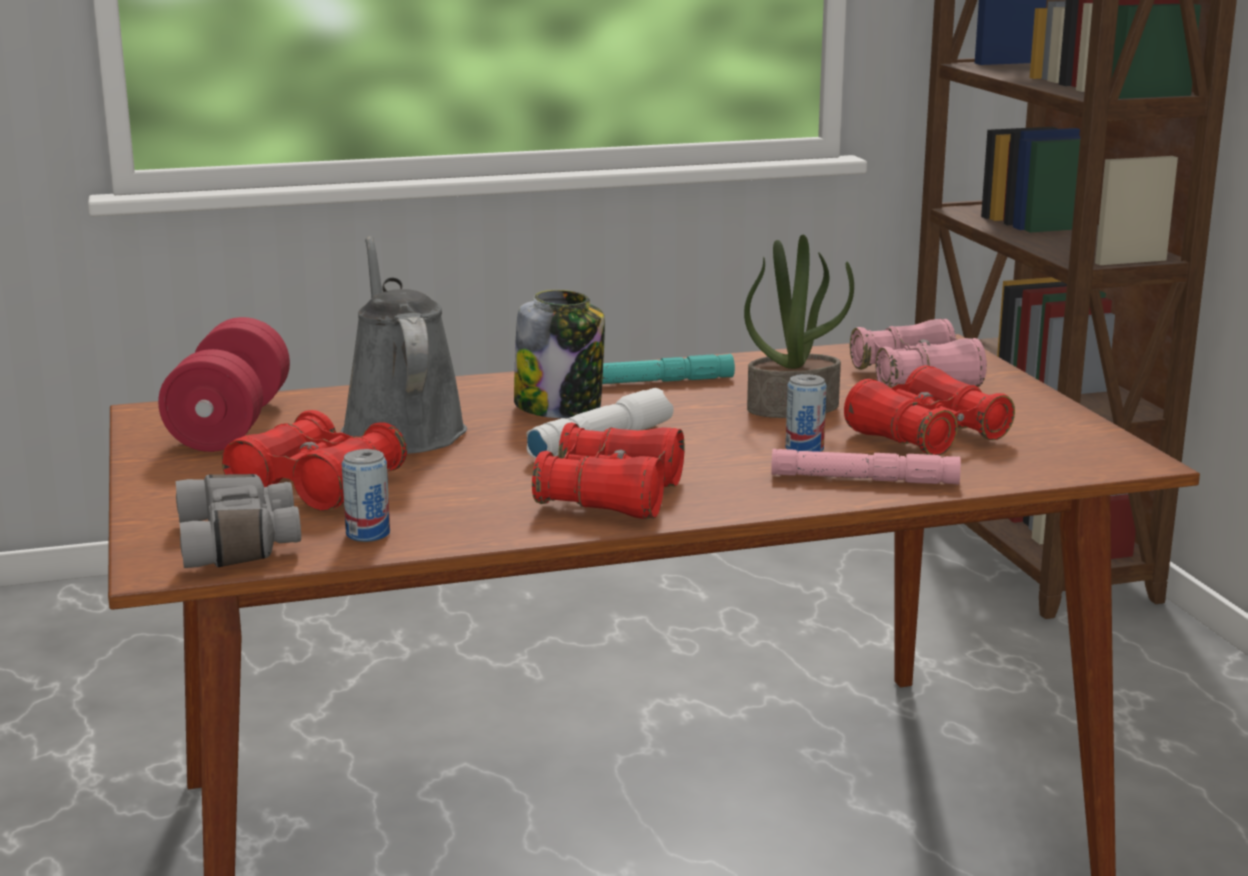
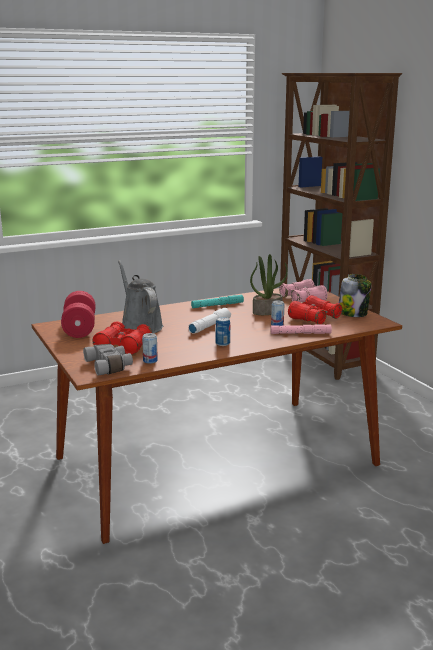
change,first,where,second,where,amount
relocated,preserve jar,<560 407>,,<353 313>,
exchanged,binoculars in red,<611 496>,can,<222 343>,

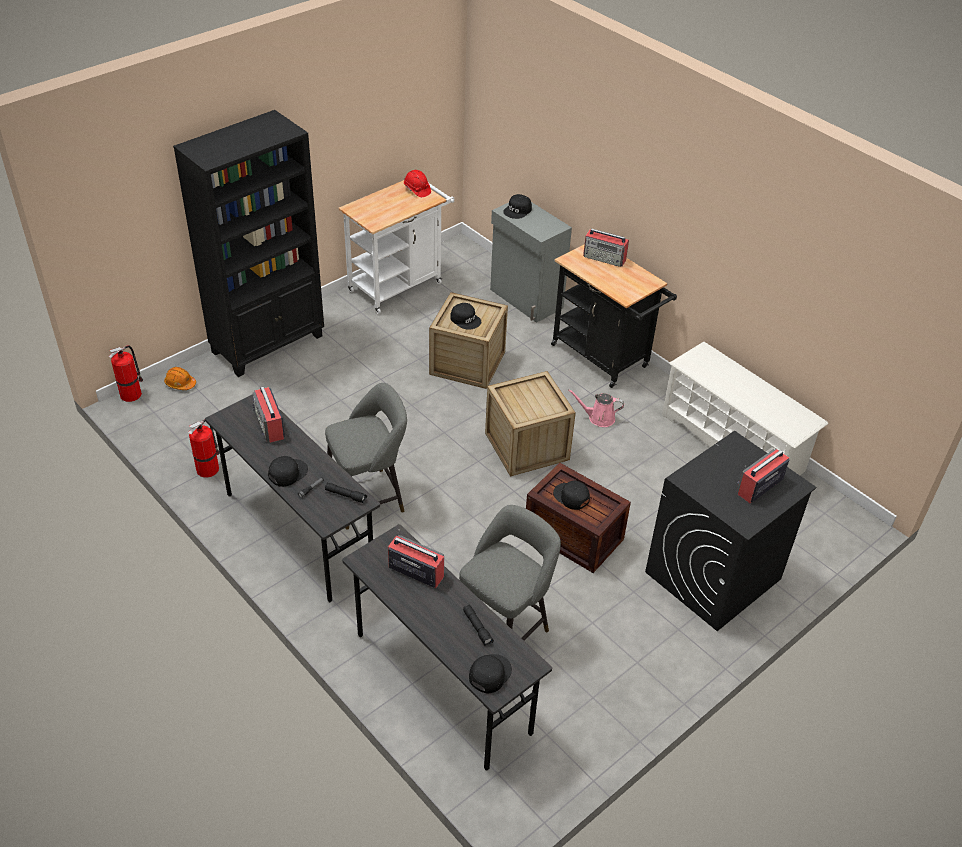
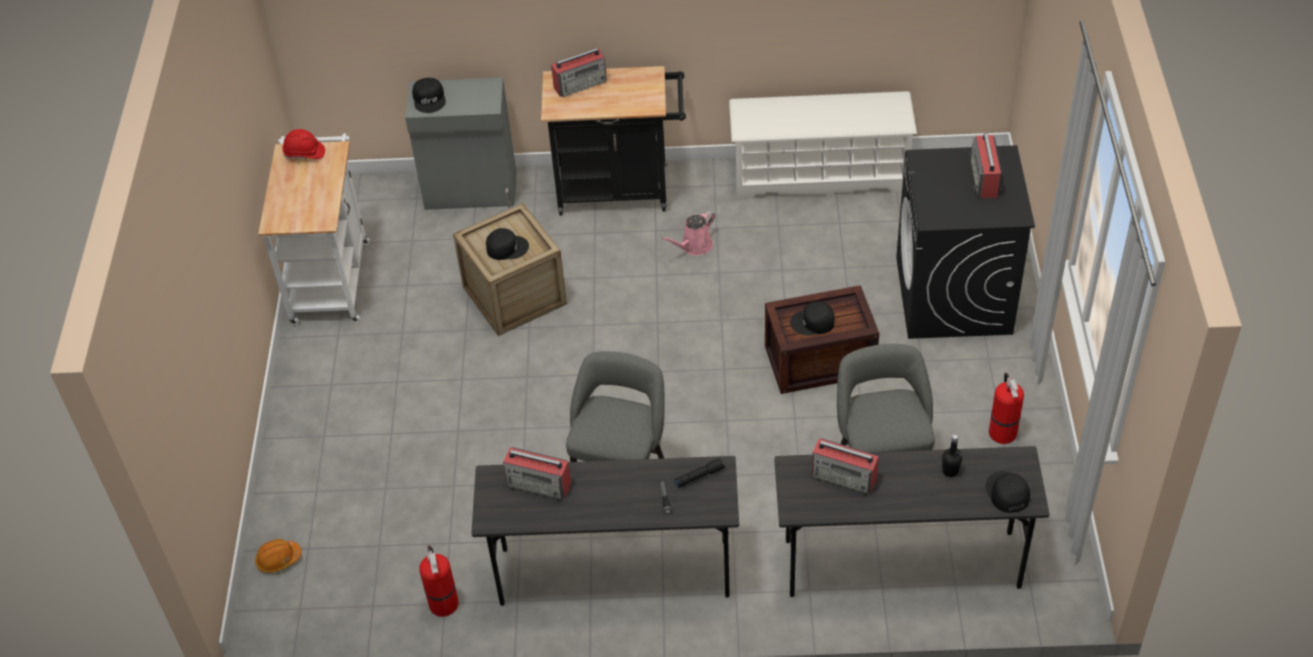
change,first,where,second,where,amount
relocated,extinguisher,<131 394>,,<1002 431>,
missing,shelving unit in black,<269 344>,,,
missing,peaked cap in black,<287 473>,,,
spun,radio,<415 571>,,<845 477>,135 degrees counterclockwise
exchanged,hand torch in black,<478 628>,bottle in black,<950 471>,
missing,packing crate,<527 446>,,,

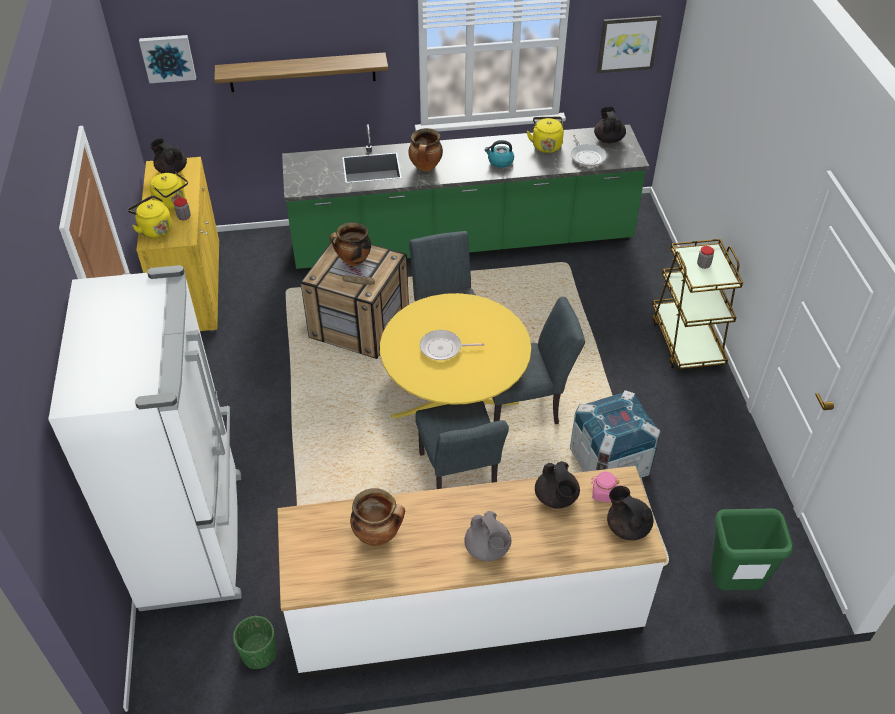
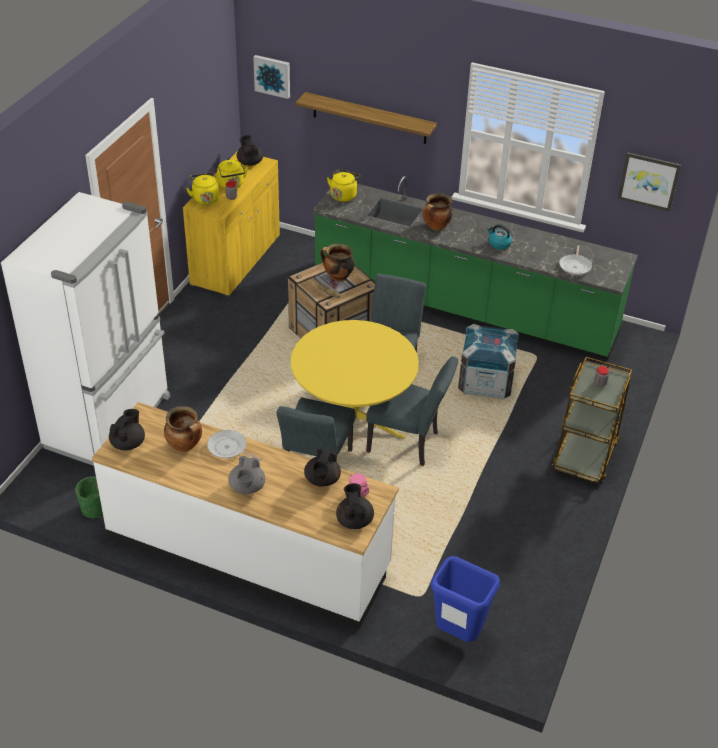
change,first,where,second,where,amount
relocated,pan,<443 348>,,<229 448>,
relocated,kettle in yellowish,<546 145>,,<344 195>,
relocated,packing crate,<609 461>,,<485 382>,
relocated,tea pot in black,<608 139>,,<128 443>,
colour,waste bin in greenish,<732 584>,waste bin in blue-coloured,<457 634>,

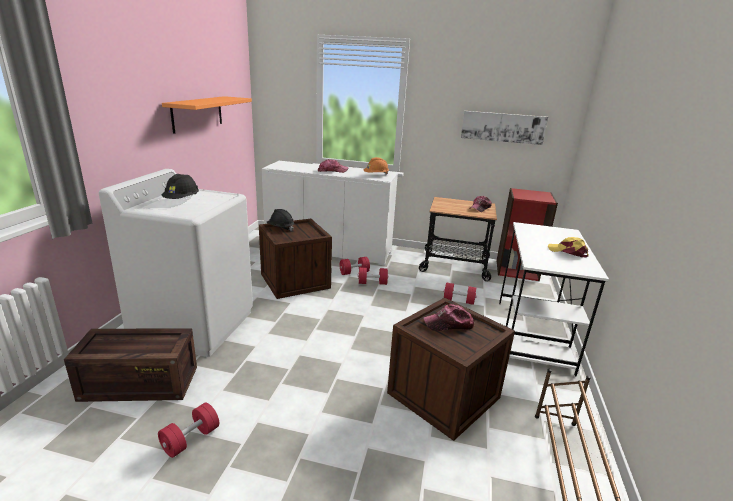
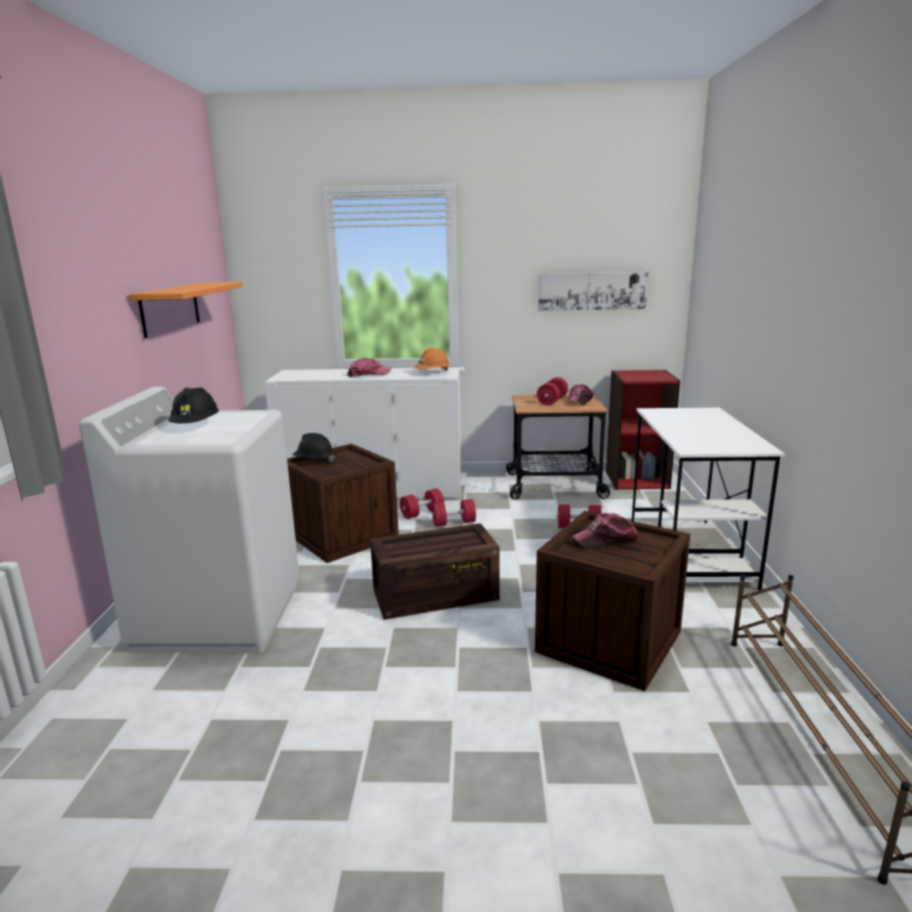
change,first,where,second,where,amount
relocated,packing crate,<137 384>,,<434 596>,
relocated,free weight in red,<191 439>,,<552 401>,
missing,peaked cap in yellowish,<568 252>,,,

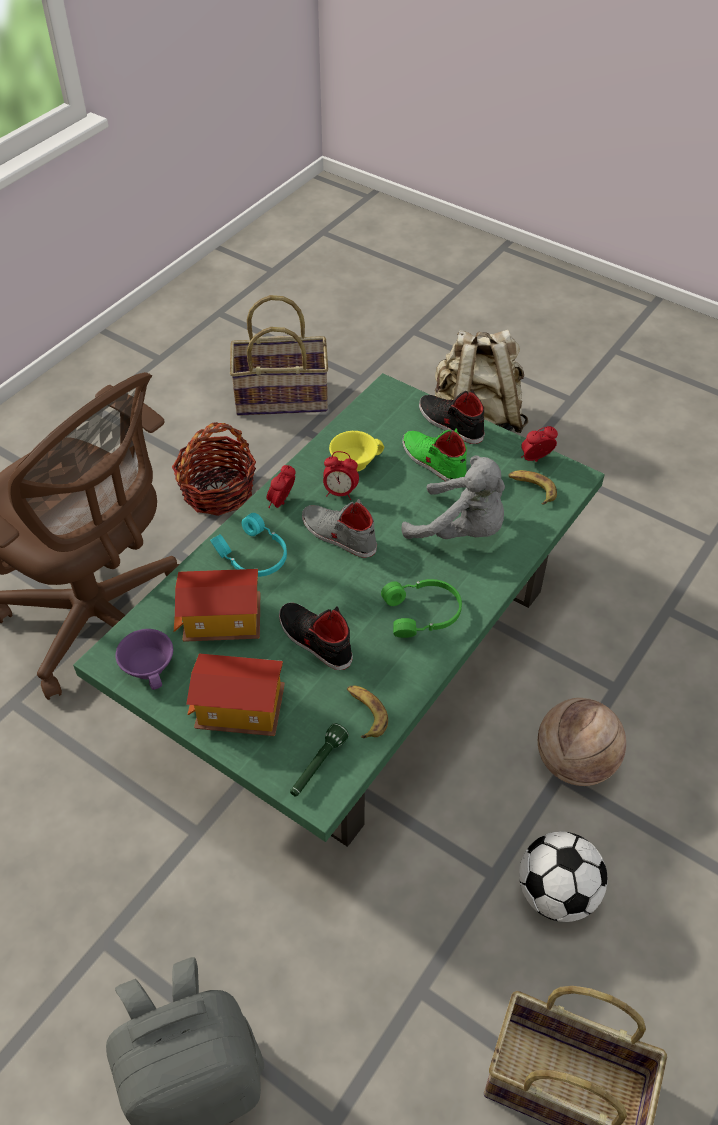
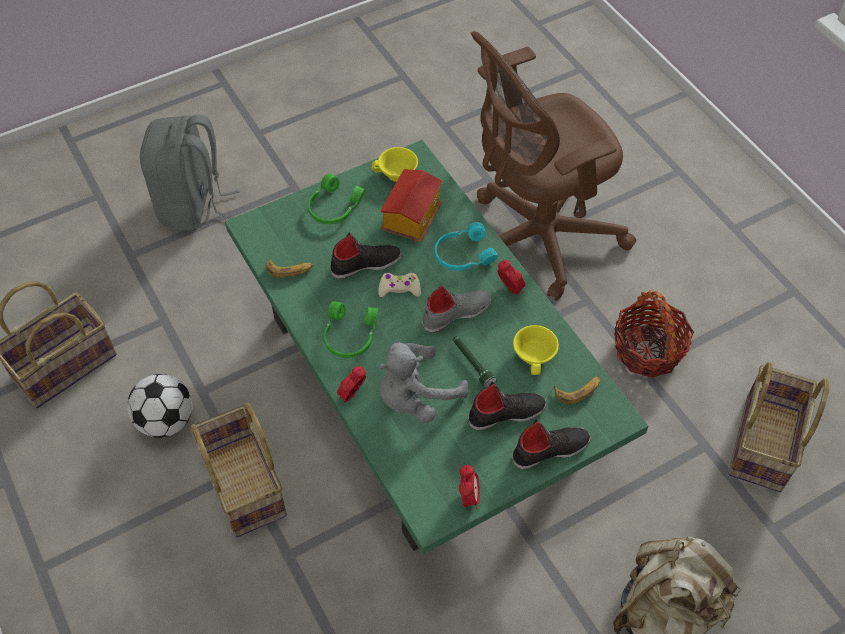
change,first,where,second,where,amount
colour,drinking cup in purplish,<151 666>,drinking cup in yellowish,<396 174>,
exchanged,miniature house,<239 712>,pair of headphones in greenish,<333 207>,
relocated,hand torch in greenish,<317 766>,,<472 364>,
relocated,table clock,<340 493>,,<352 395>,
colour,shoe in greenish,<433 461>,shoe in black,<506 413>,
relocated,banana fruit,<531 489>,,<577 391>,
exchanged,basketball,<574 763>,basket,<245 485>,
appeared,,,gamepad in sand-coloured,<399 288>,

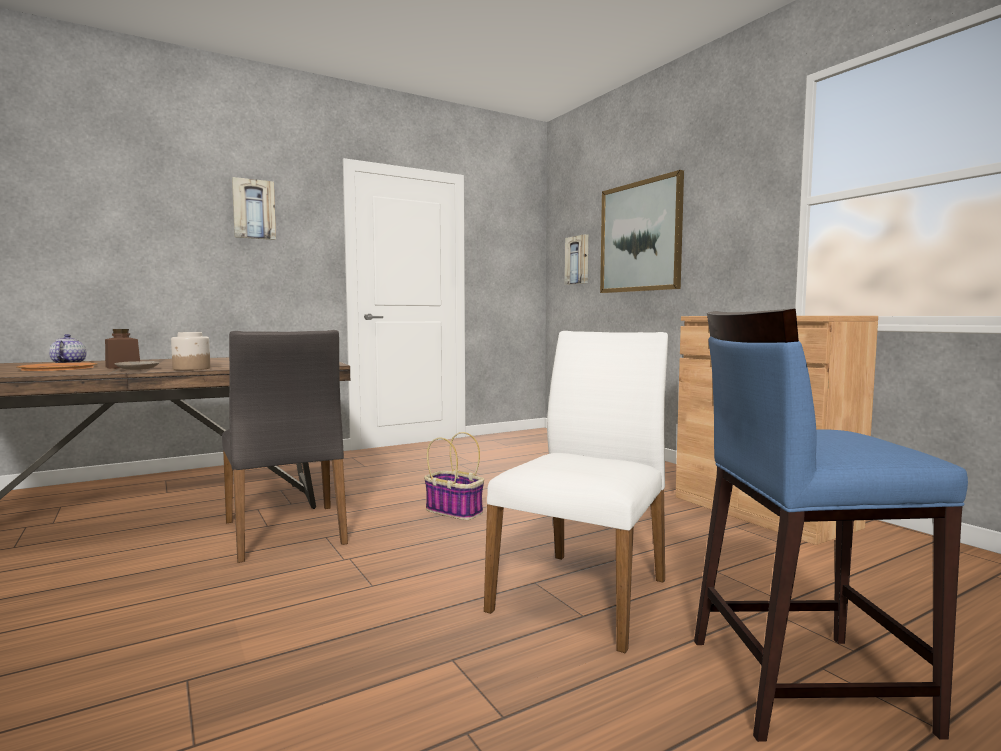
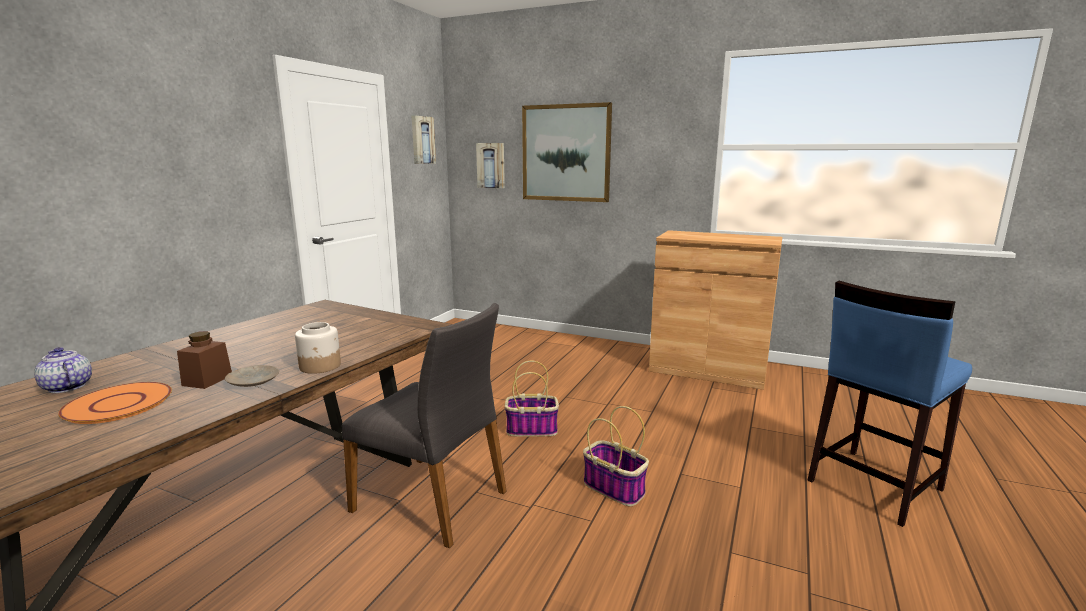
change,first,where,second,where,amount
relocated,wall picture,<253 209>,,<422 140>,
missing,chair in whitish,<584 594>,,,
appeared,,,basket,<615 488>,

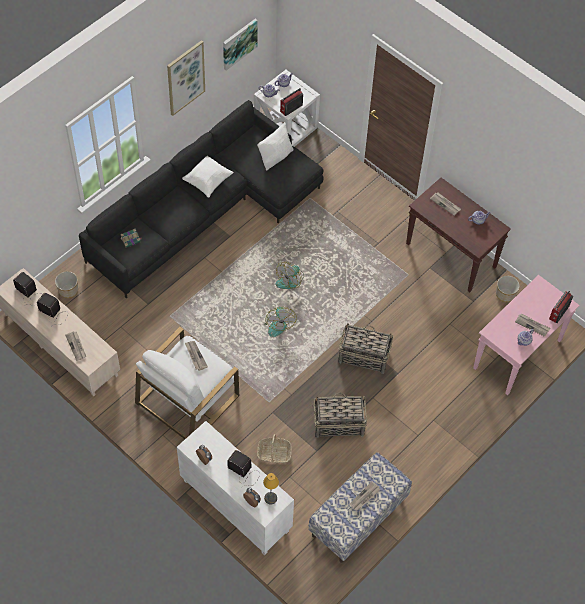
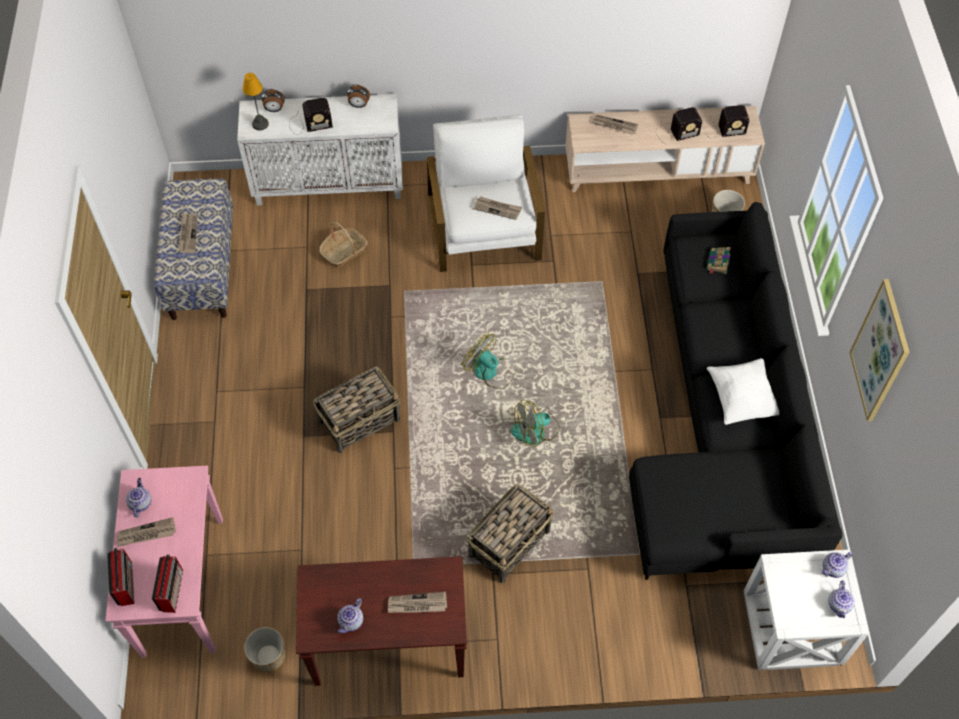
change,first,where,second,where,amount
missing,wall picture,<239 43>,,,
missing,pillow in whitish,<276 157>,,,
spun,electric fan,<290 279>,,<535 430>,105 degrees counterclockwise
relocated,radio,<291 108>,,<172 589>,
relocated,basket,<338 424>,,<510 542>,

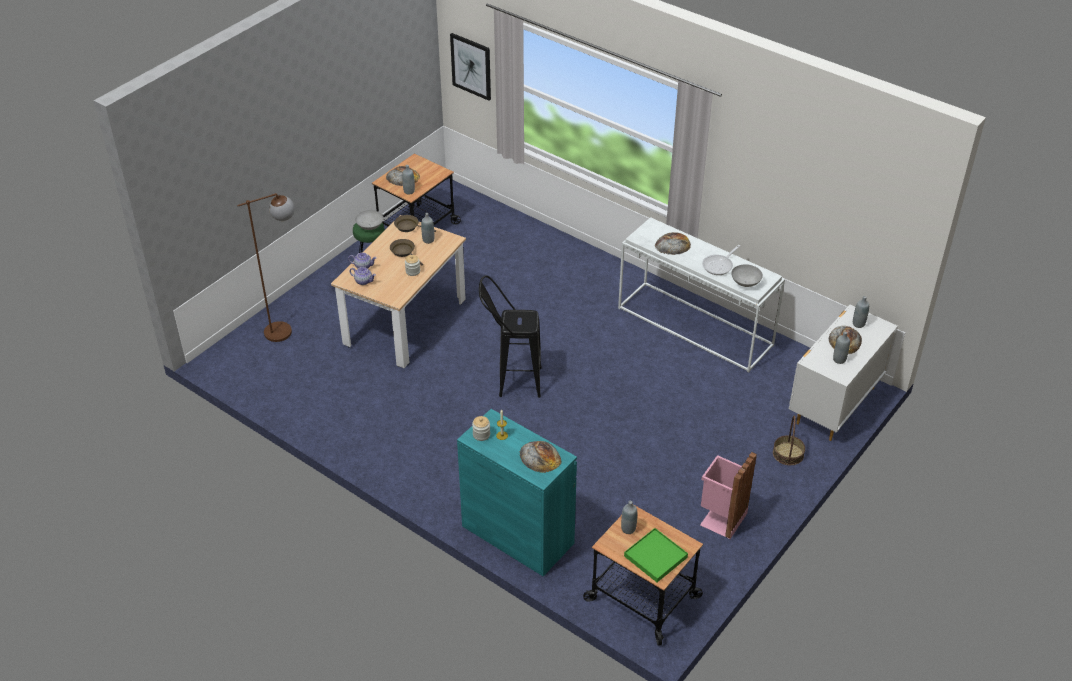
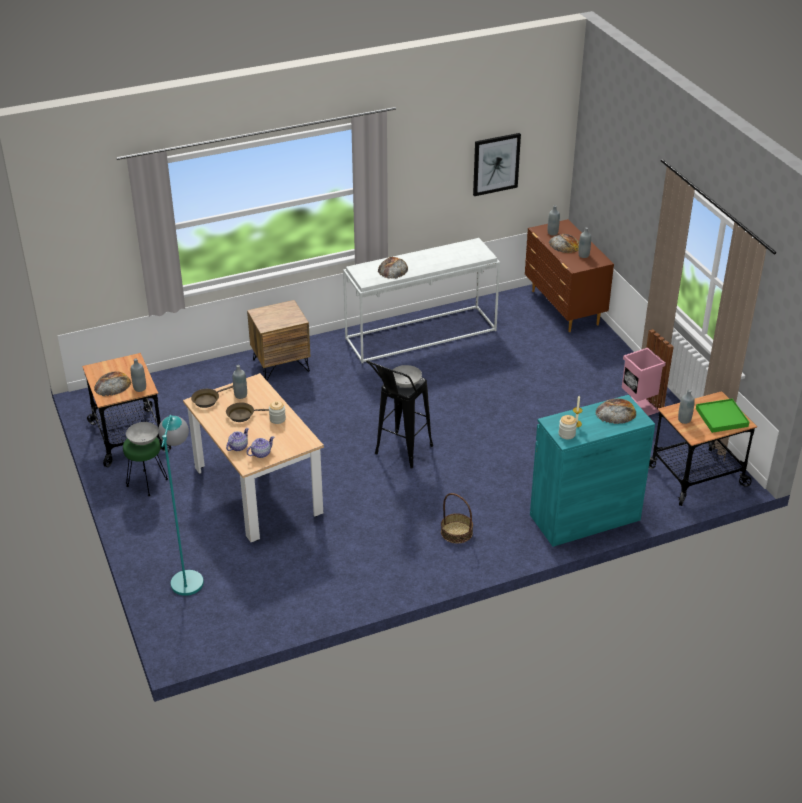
change,first,where,second,where,amount
colour,floor lamp in brownish,<287 329>,floor lamp in blue-green,<188 575>,
relocated,wall picture,<471 66>,,<496 164>,
missing,pan,<719 265>,,,
relocated,serving bowl in greyish,<746 283>,,<406 384>,
relocated,basket,<788 454>,,<456 532>,
colour,drawer chest in whitish,<834 406>,drawer chest in brownish,<564 308>,
appeared,,,bedside table in brownish,<281 365>,

